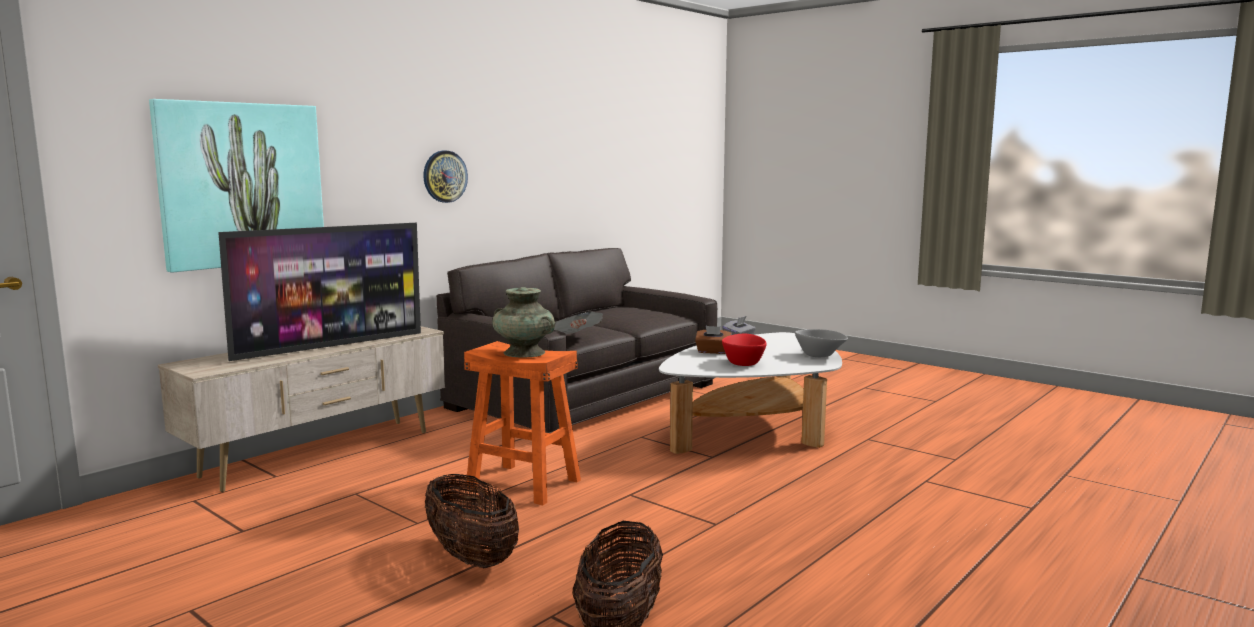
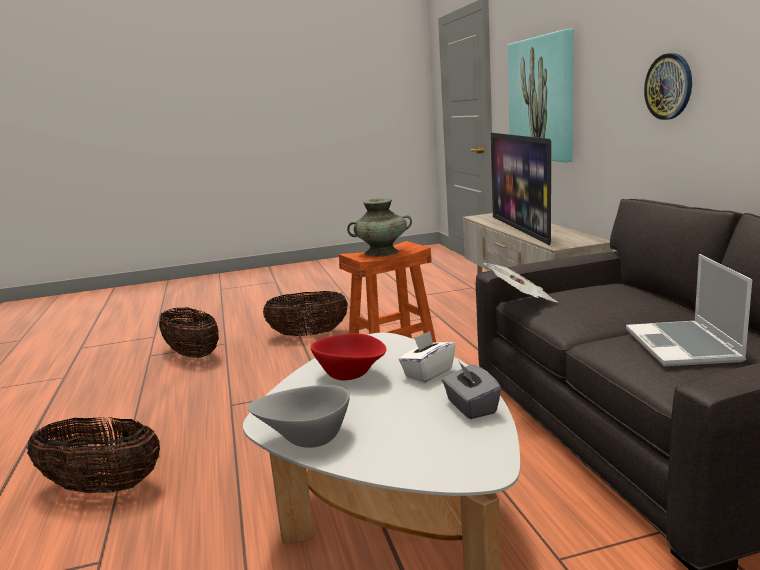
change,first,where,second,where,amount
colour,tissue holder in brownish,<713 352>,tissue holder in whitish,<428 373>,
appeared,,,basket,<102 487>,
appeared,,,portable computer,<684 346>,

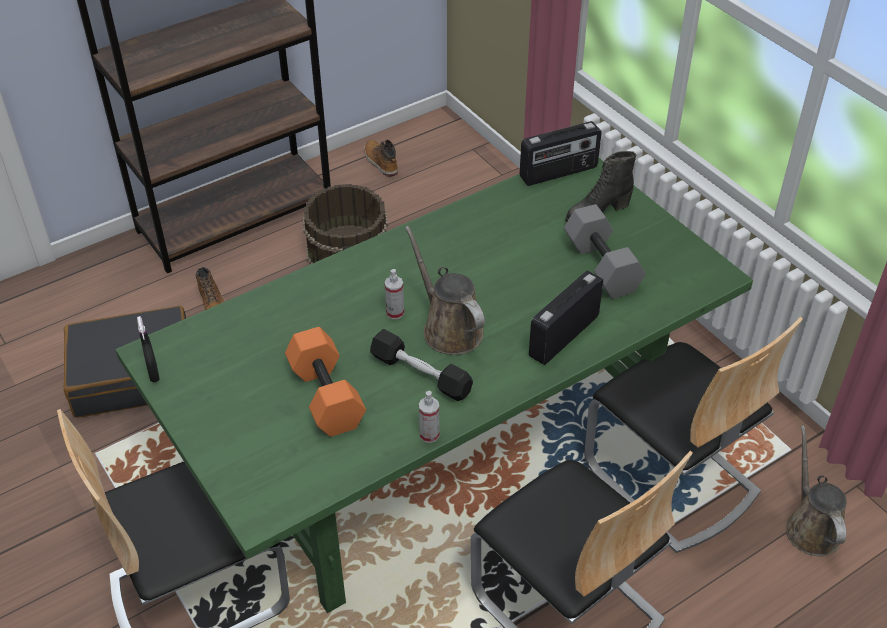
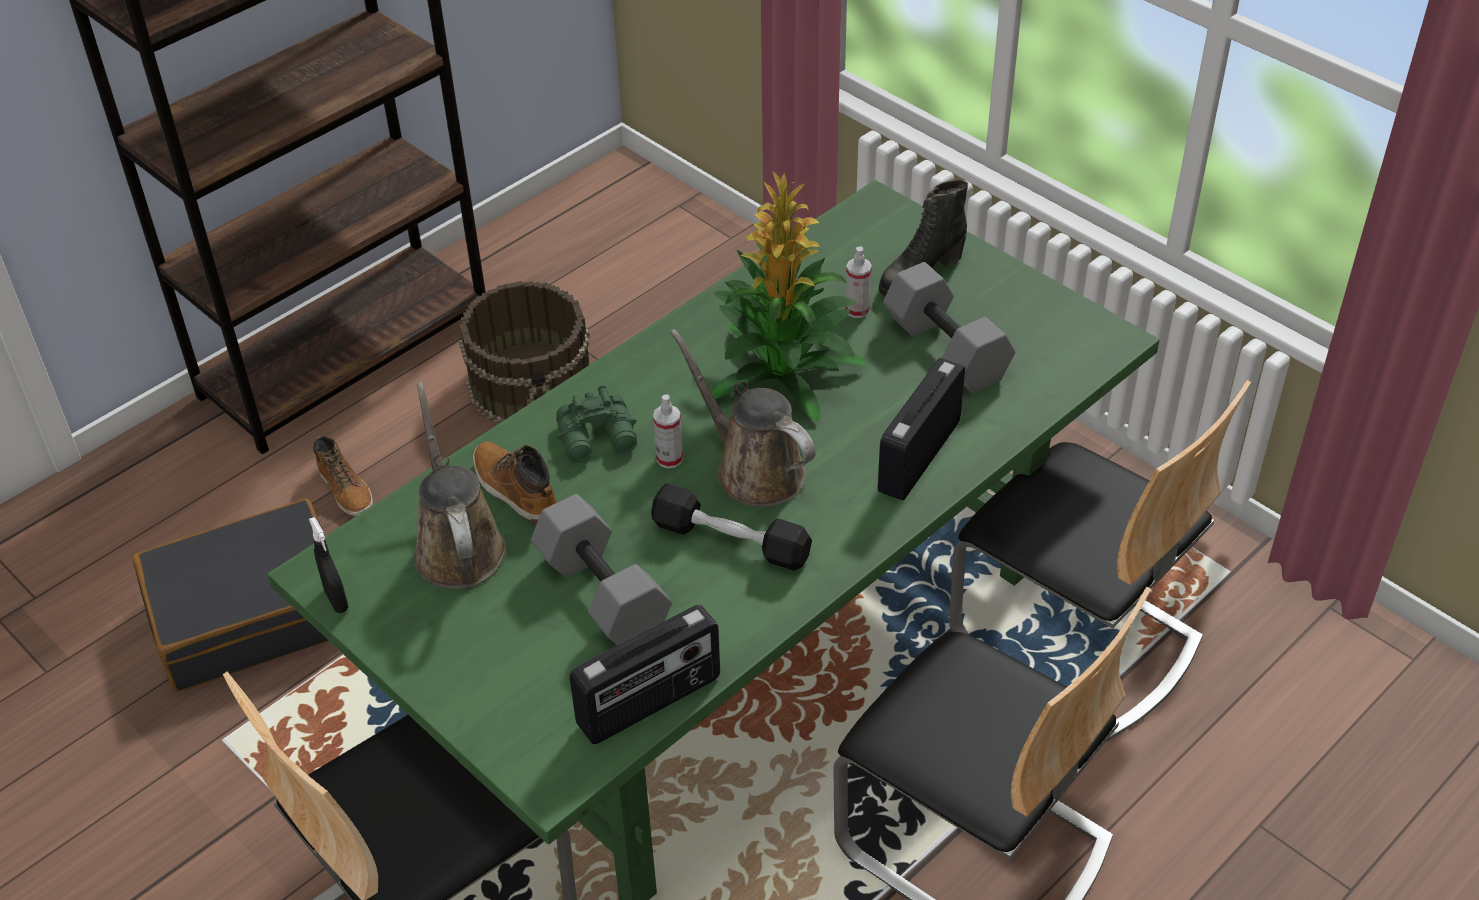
change,first,where,second,where,amount
colour,free weight in orangey,<324 396>,free weight in greyish,<599 593>,
relocated,high-top boot,<380 162>,,<514 490>,
relocated,hand sprayer,<429 435>,,<857 310>,
relocated,radio,<559 173>,,<650 703>,
relocated,watering can in brownish,<811 526>,,<457 546>,
appeared,,,binoculars in greenish,<599 438>,
appeared,,,plant in a pot,<784 373>,

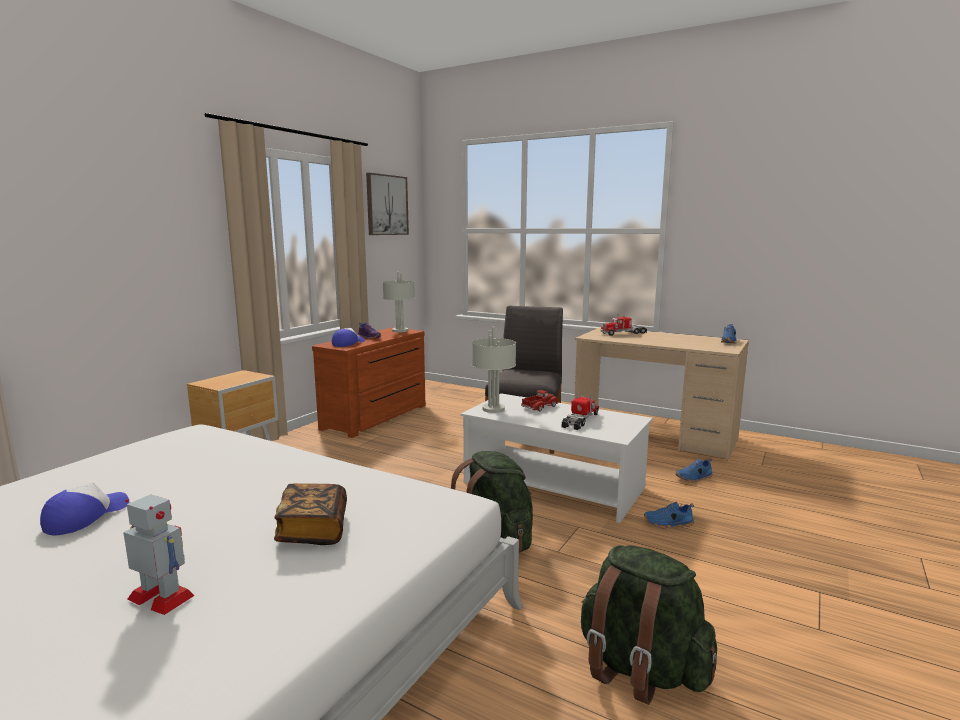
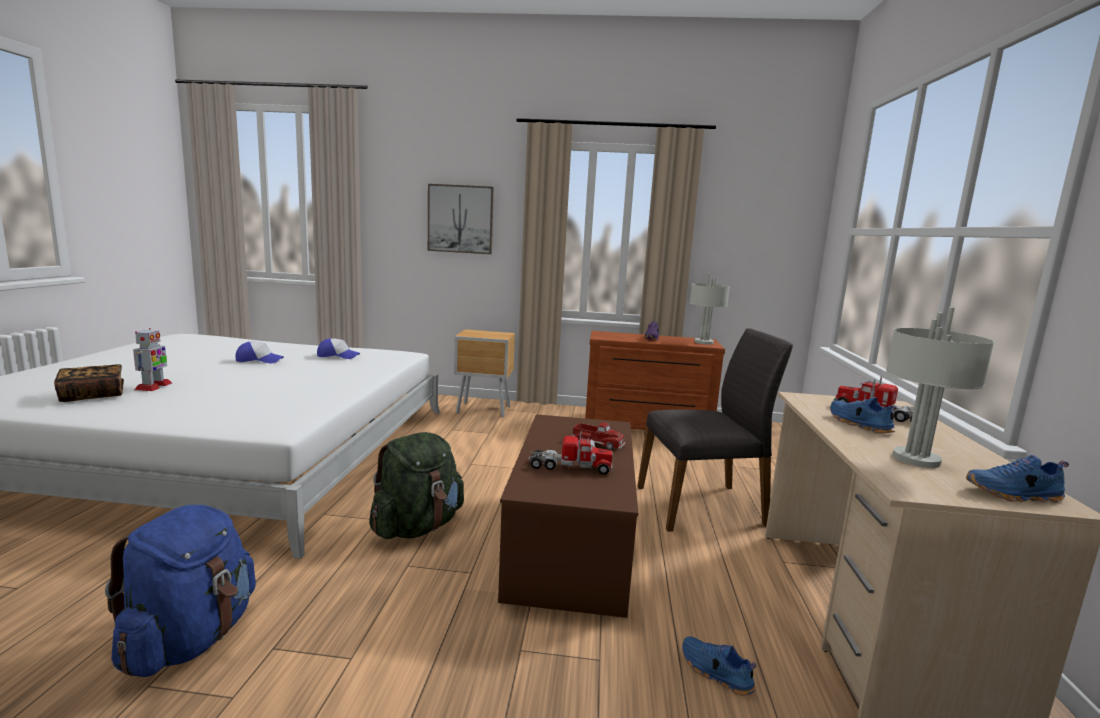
change,first,where,second,where,amount
relocated,volume,<313 530>,,<92 395>,
relocated,peaked cap,<348 343>,,<338 356>,
relocated,wall picture,<386 205>,,<460 219>,
colour,low table in whitish,<552 485>,low table in brownish,<571 542>,
relocated,lamp for a table in greyish,<494 409>,,<917 460>,
colour,backpack in greenish,<640 669>,backpack in blue-coloured,<191 639>,
relocated,shoe in blue-coloured,<668 524>,,<858 424>,

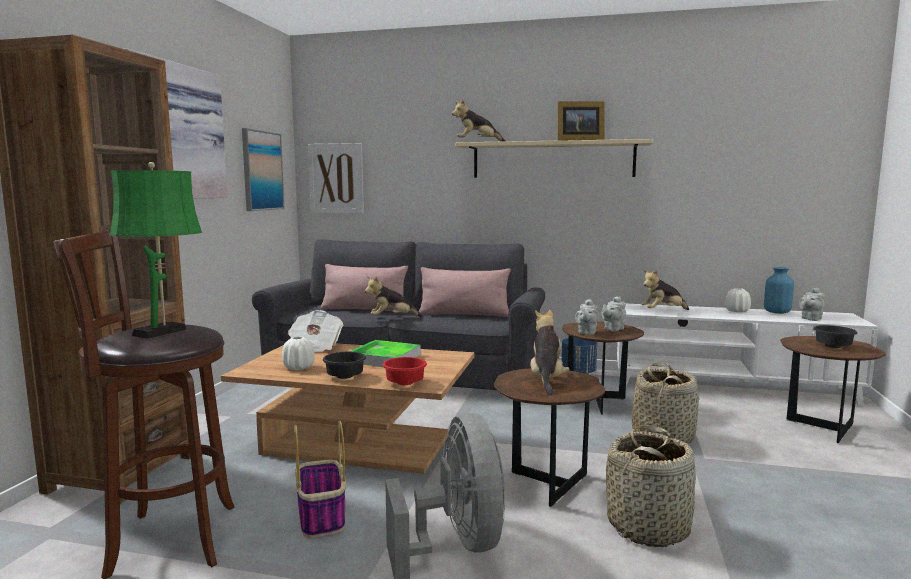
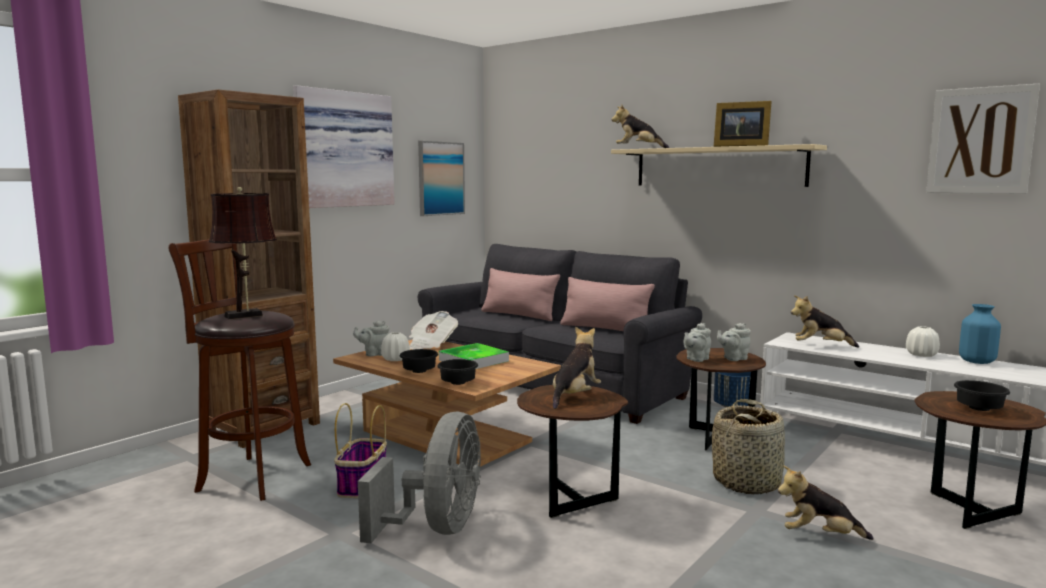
change,first,where,second,where,amount
colour,lamp for a table in greenish,<164 331>,lamp for a table in brownish,<247 315>,
relocated,wall picture,<336 178>,,<980 141>,
relocated,cuddly toy,<392 318>,,<819 535>,
colour,serving bowl in red,<403 383>,serving bowl in black,<457 383>,
missing,basket,<649 526>,,,
relocated,tea pot in greyish,<810 319>,,<374 354>,

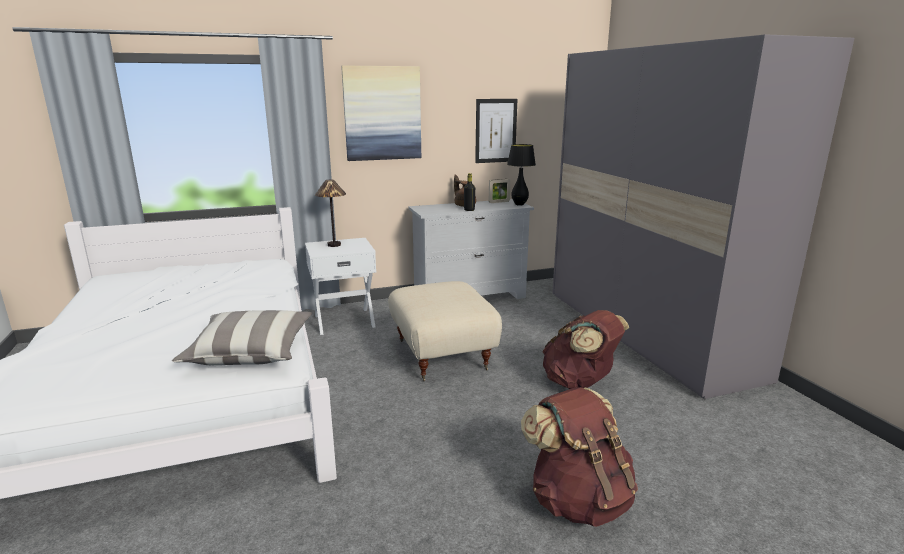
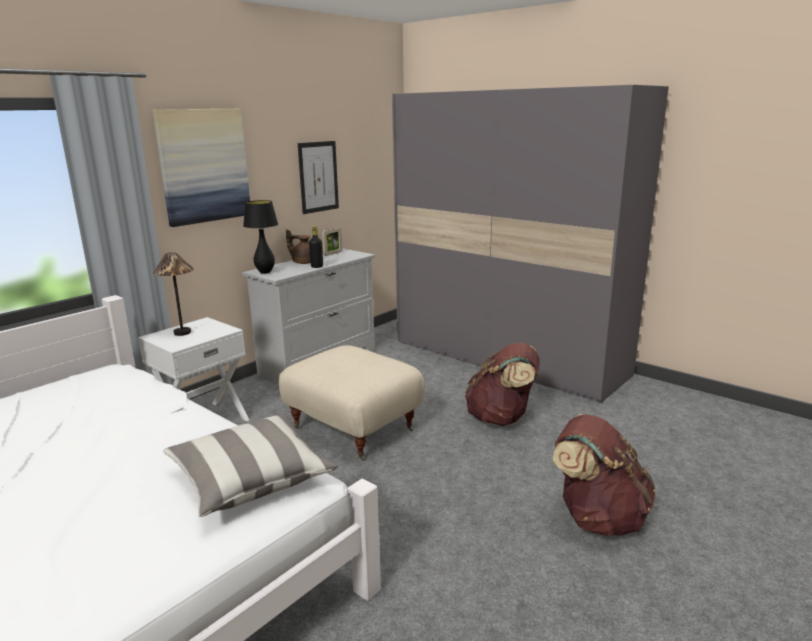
change,first,where,second,where,amount
relocated,lamp for a table in black,<519 204>,,<265 272>,

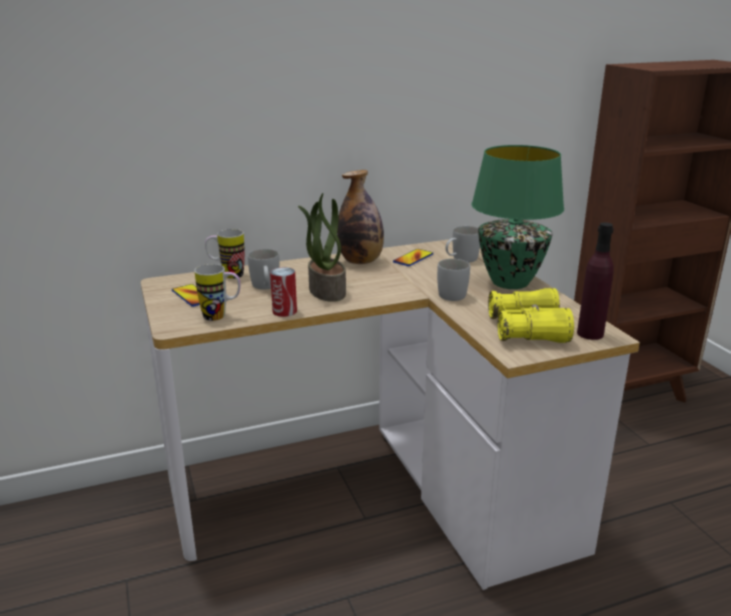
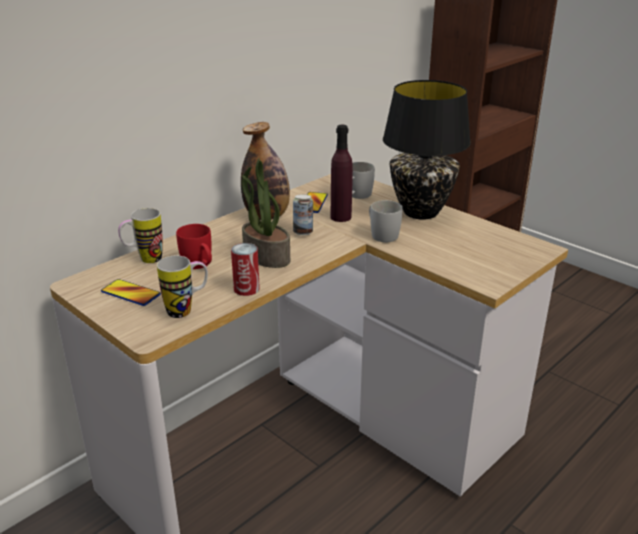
change,first,where,second,where,amount
colour,coffee mug in whitish,<265 287>,coffee mug in red,<199 265>,
colour,lamp for a table in greenish,<510 283>,lamp for a table in black,<420 213>,
missing,binoculars in yellowish,<528 330>,,,
relocated,bottle in purplish,<590 334>,,<340 217>,
appeared,,,can,<303 232>,

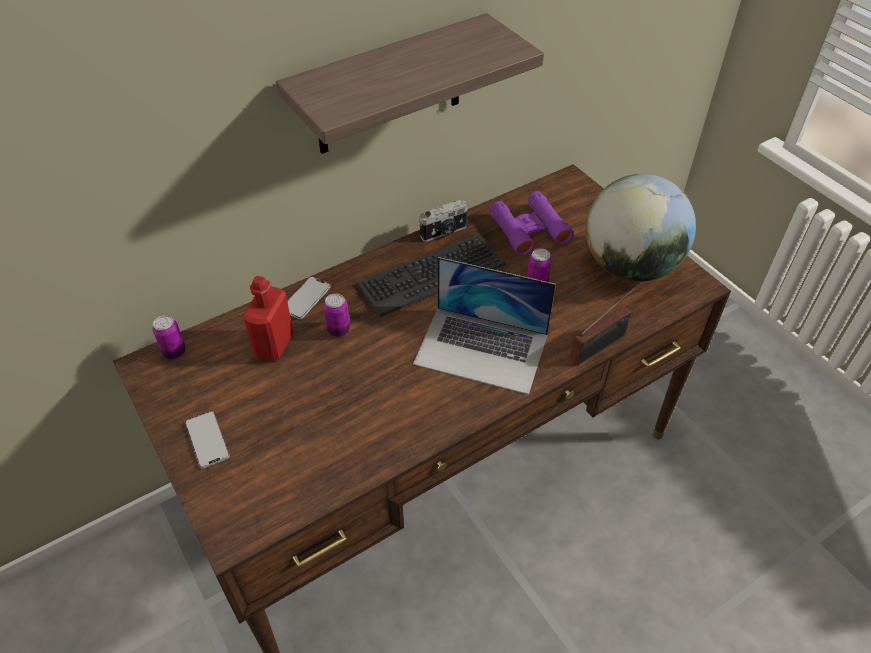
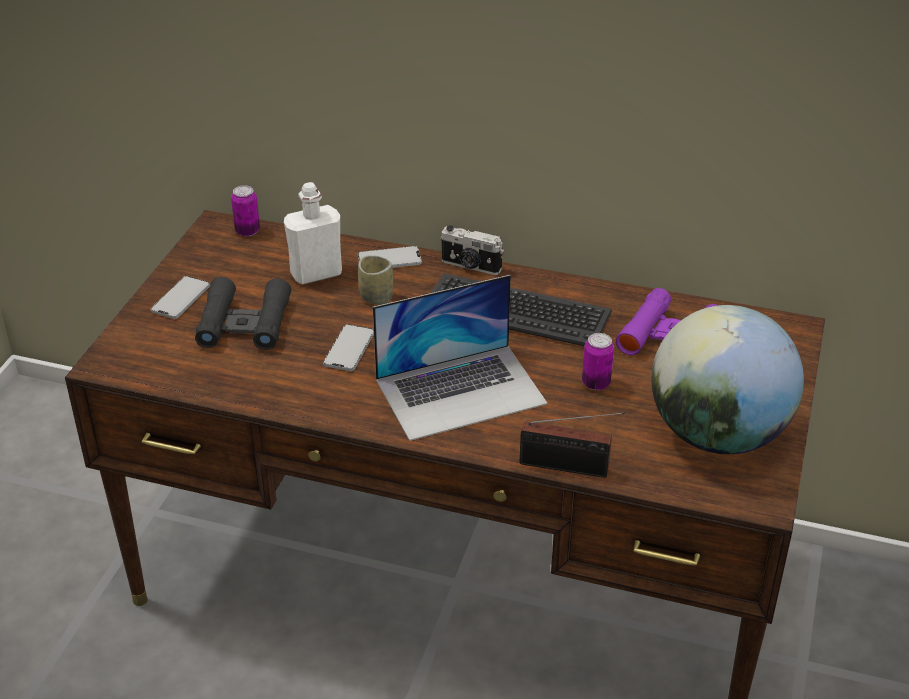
change,first,where,second,where,amount
colour,bottle in red,<274 344>,bottle in whitish,<316 273>,
missing,wall shelf,<389 87>,,,
exchanged,can,<338 330>,drinking cup,<376 297>,
spun,portable computer,<481 349>,,<461 391>,90 degrees counterclockwise
relocated,still camera,<444 232>,,<470 266>,
appeared,,,binoculars in black,<244 323>,
appeared,,,phone,<349 349>,

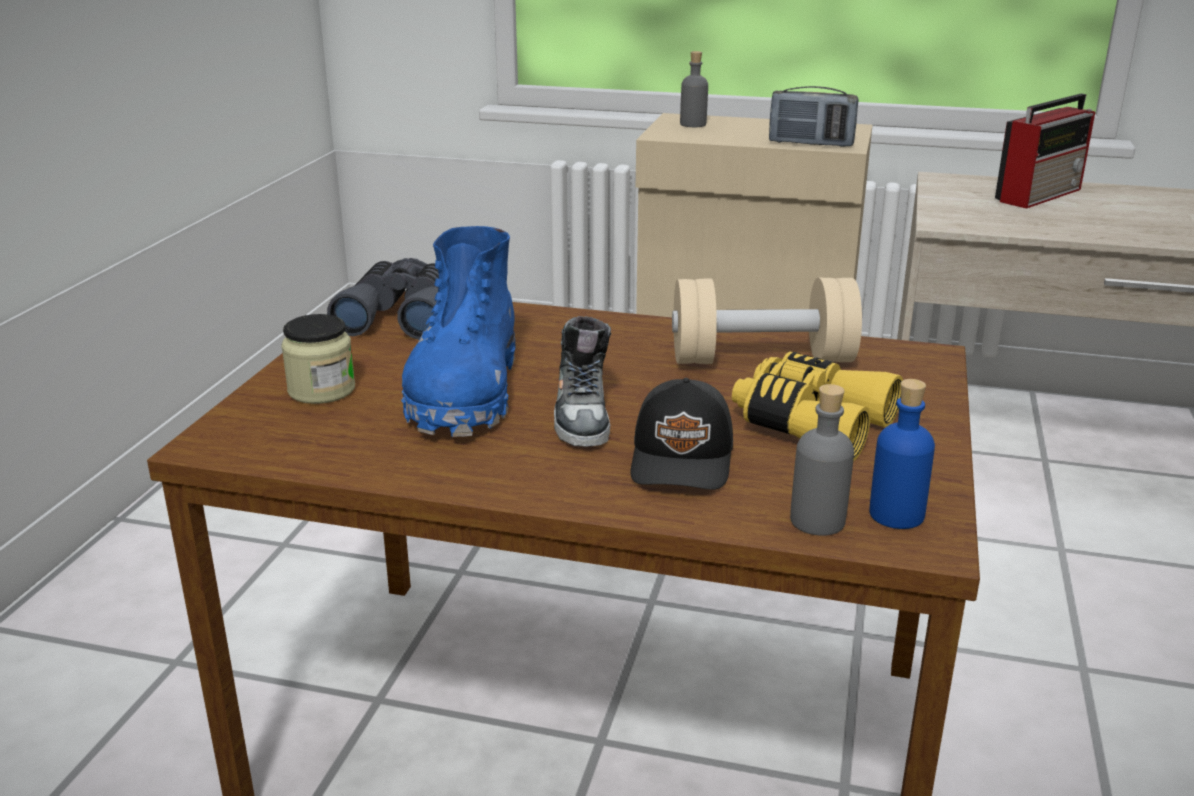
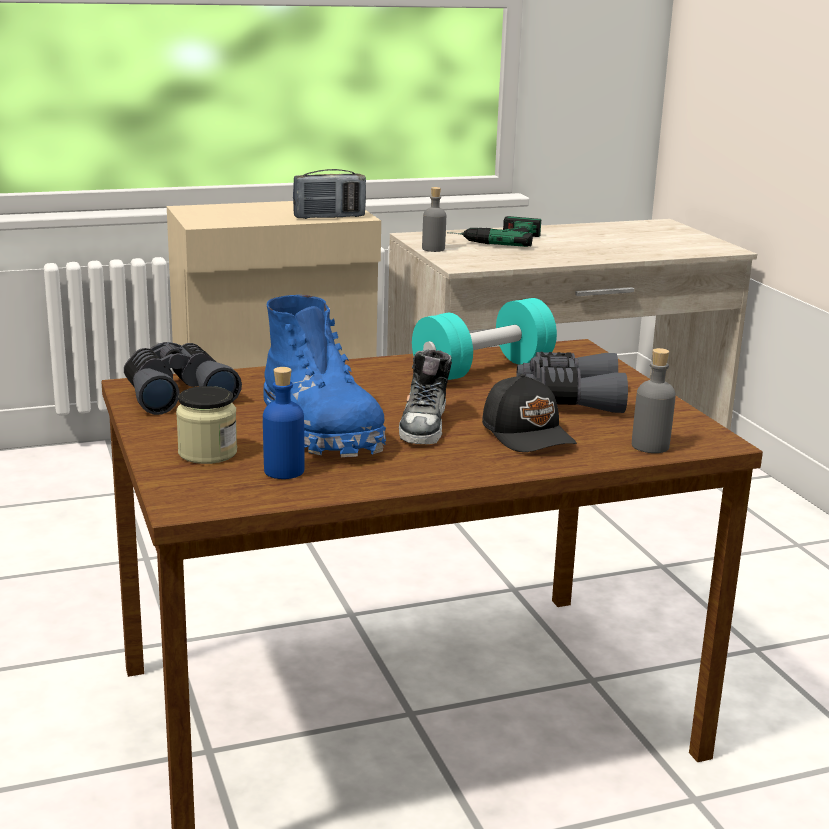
change,first,where,second,where,amount
spun,shoe,<583 415>,,<425 425>,45 degrees clockwise
colour,free weight in sand-coloured,<761 359>,free weight in blue-green,<483 369>,
relocated,bottle in greyish,<693 124>,,<433 249>,
colour,binoculars in yellowish,<810 424>,binoculars in greyish,<569 399>,
relocated,bottle in blue-coloured,<896 514>,,<284 471>,
exchanged,radio,<1040 194>,drill,<494 239>,

